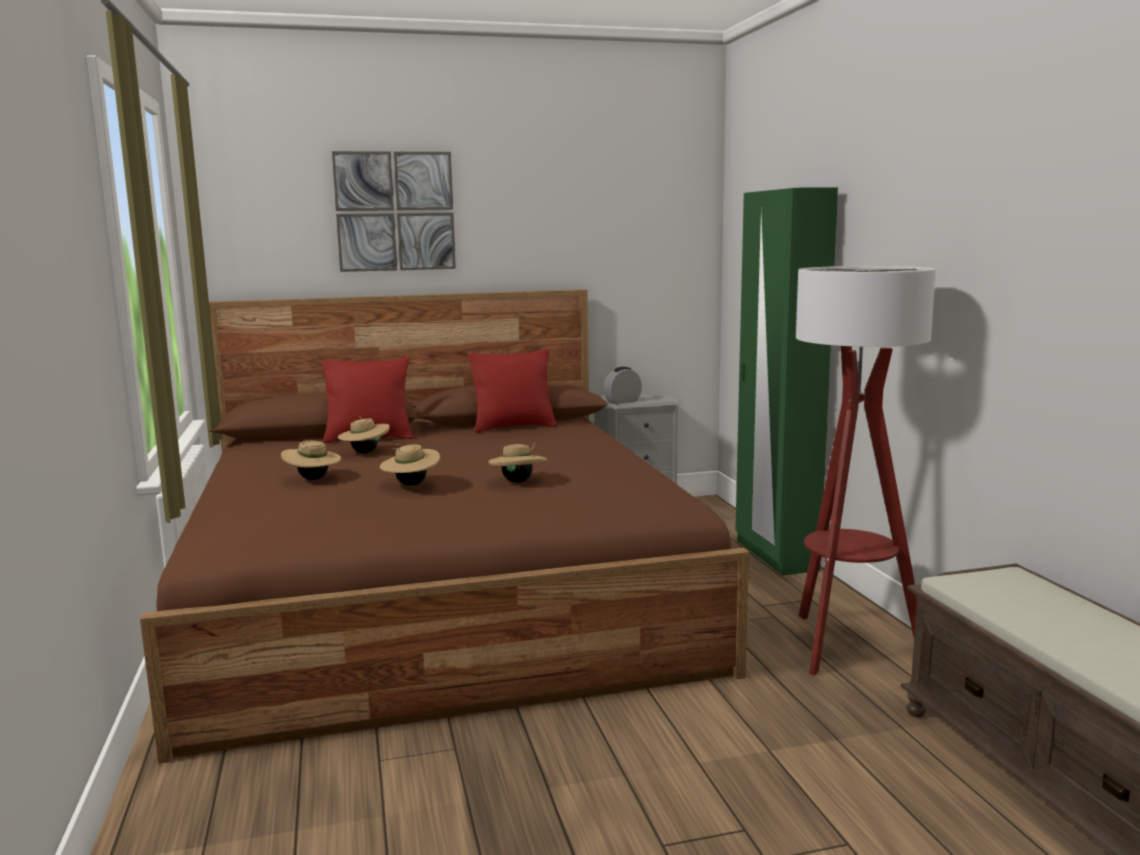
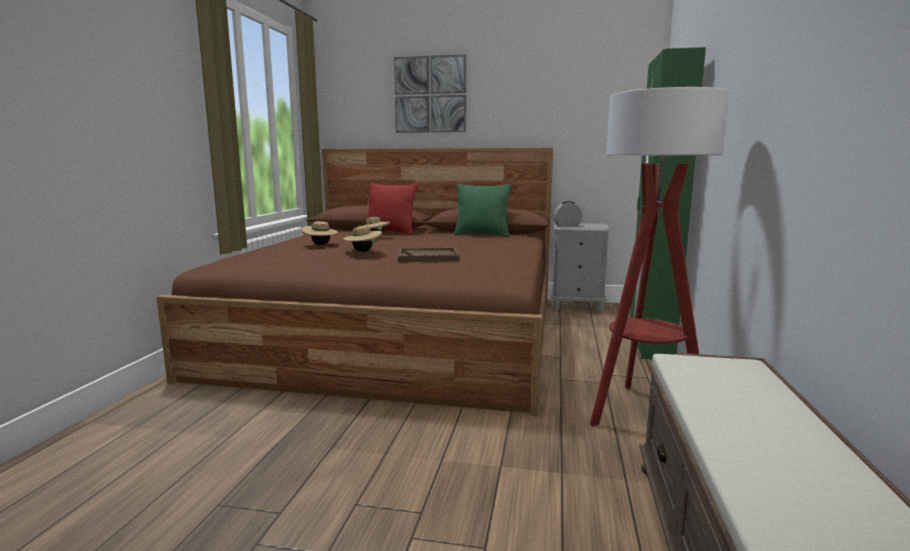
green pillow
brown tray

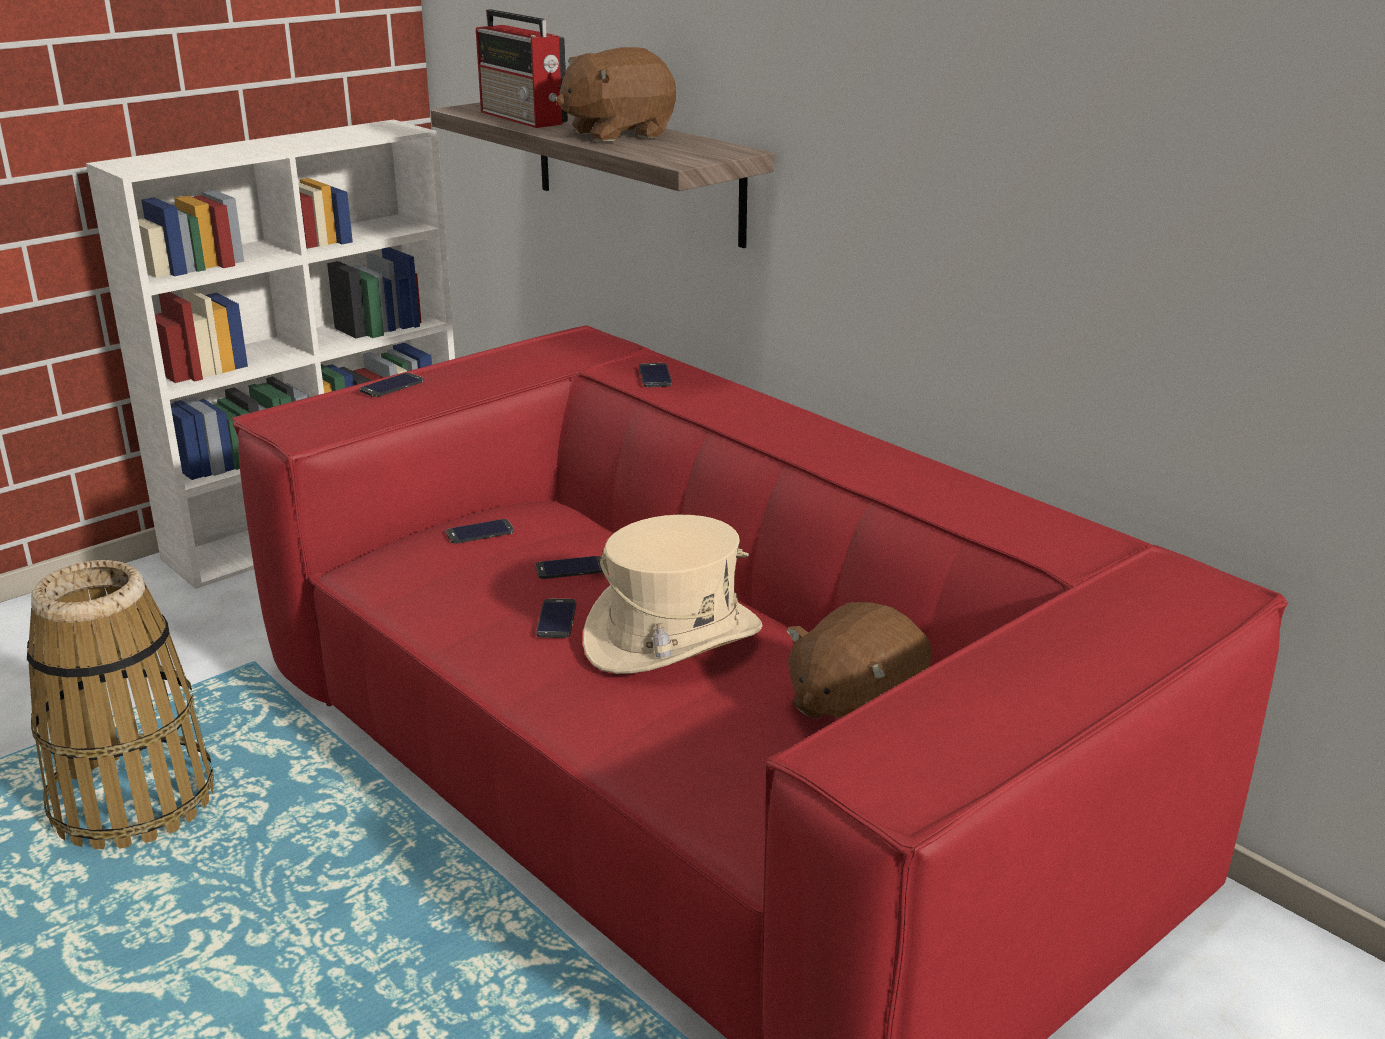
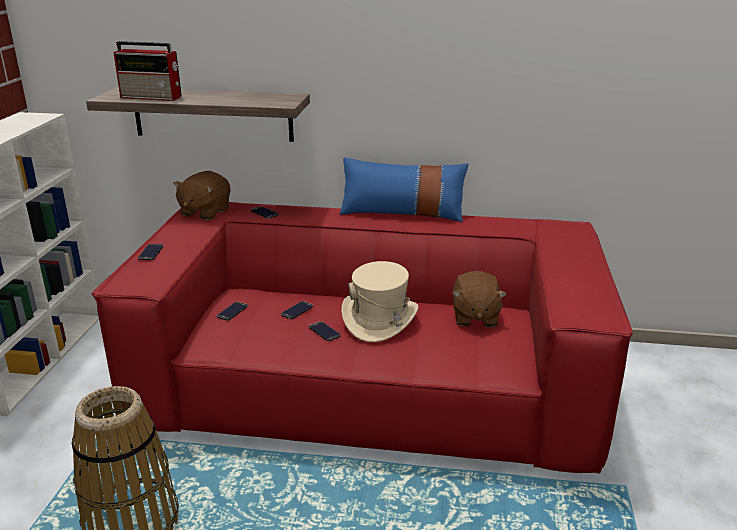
brown plush toy (no. 1 from left)
blue pillow

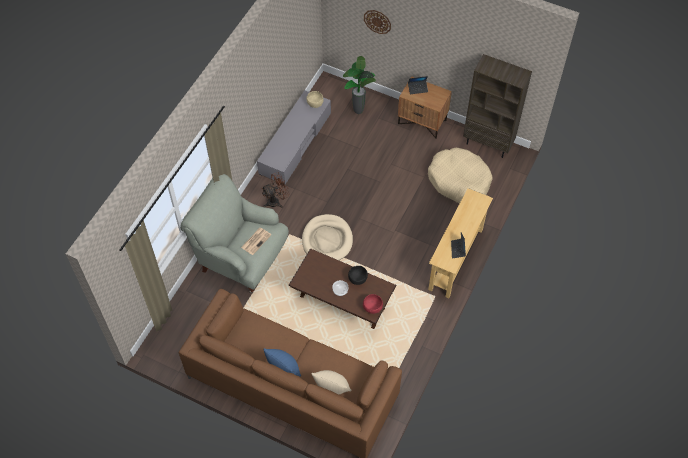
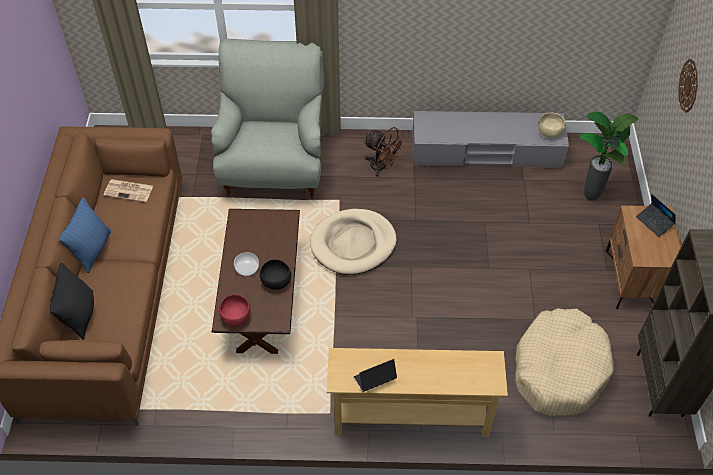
newspaper
black pillow

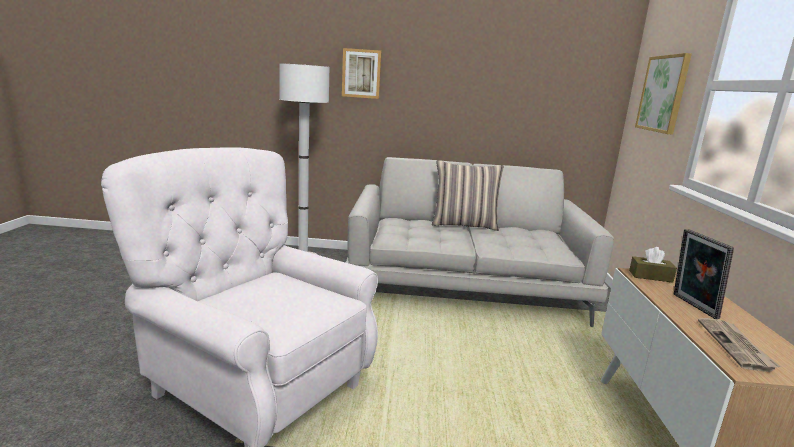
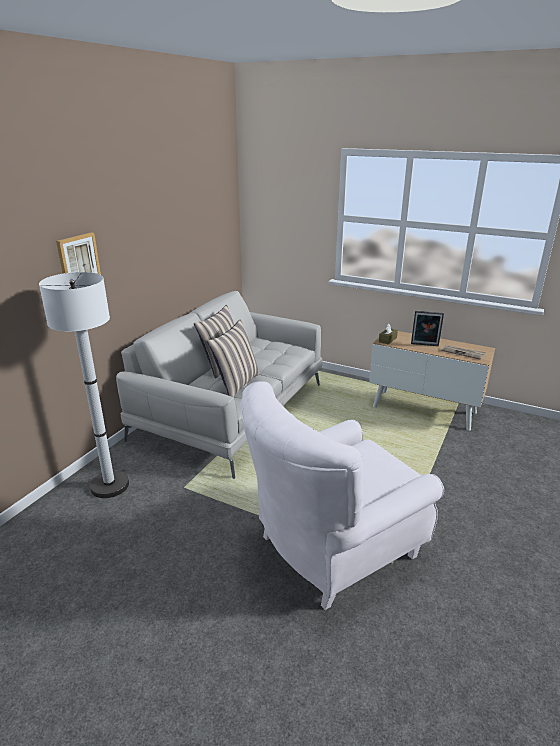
picture (no. 2 from left in the first image)
pillow (no. 2 from left)

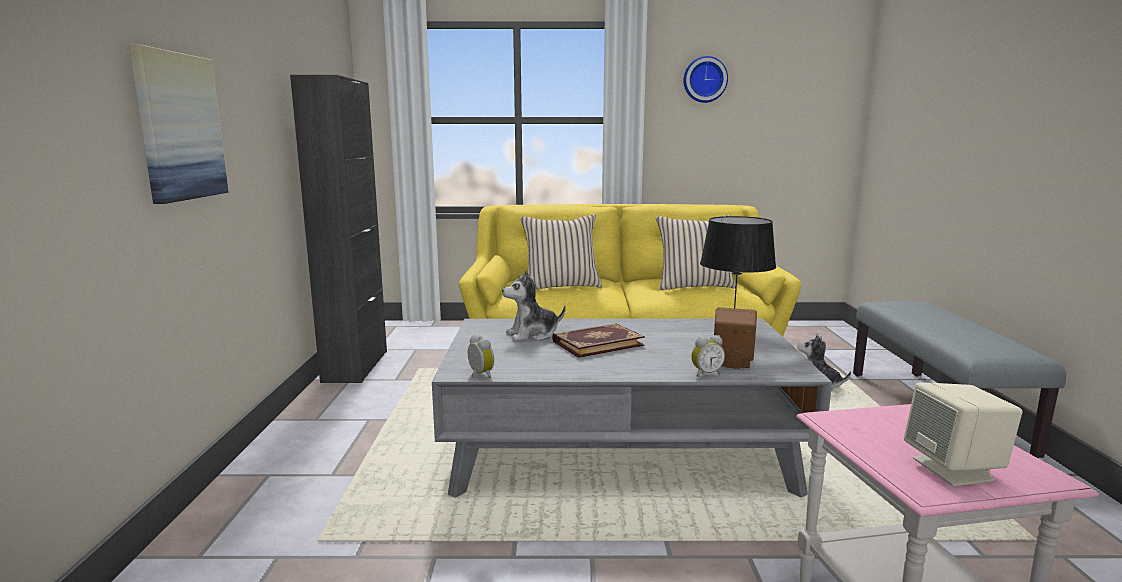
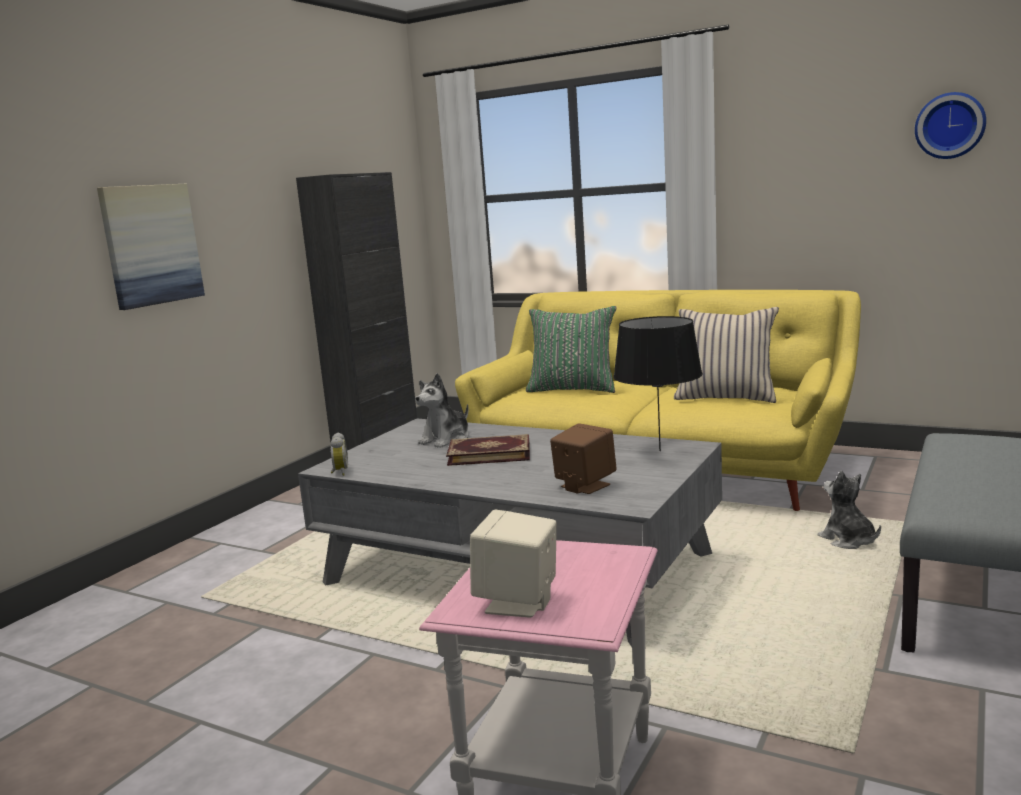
plush toy (no. 1 from left)
green pillow
wall clock
alarm clock (no. 2 from left in the first image)

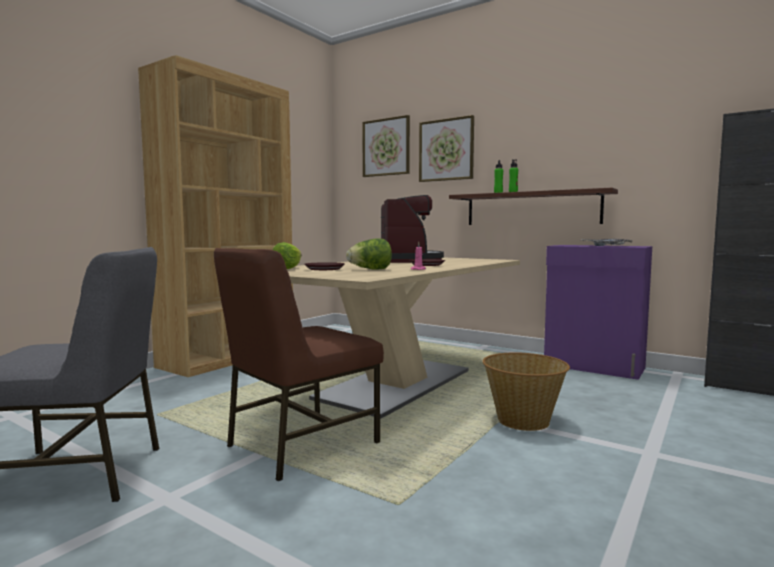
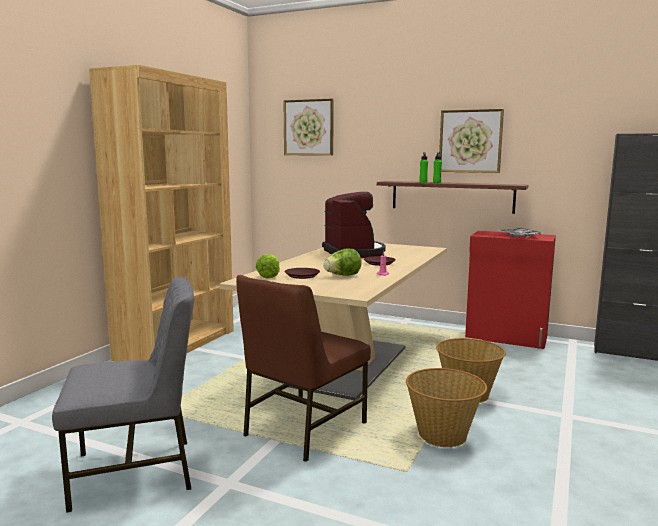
picture (no. 2 from left)
red cabinet
basket (no. 1 from left)

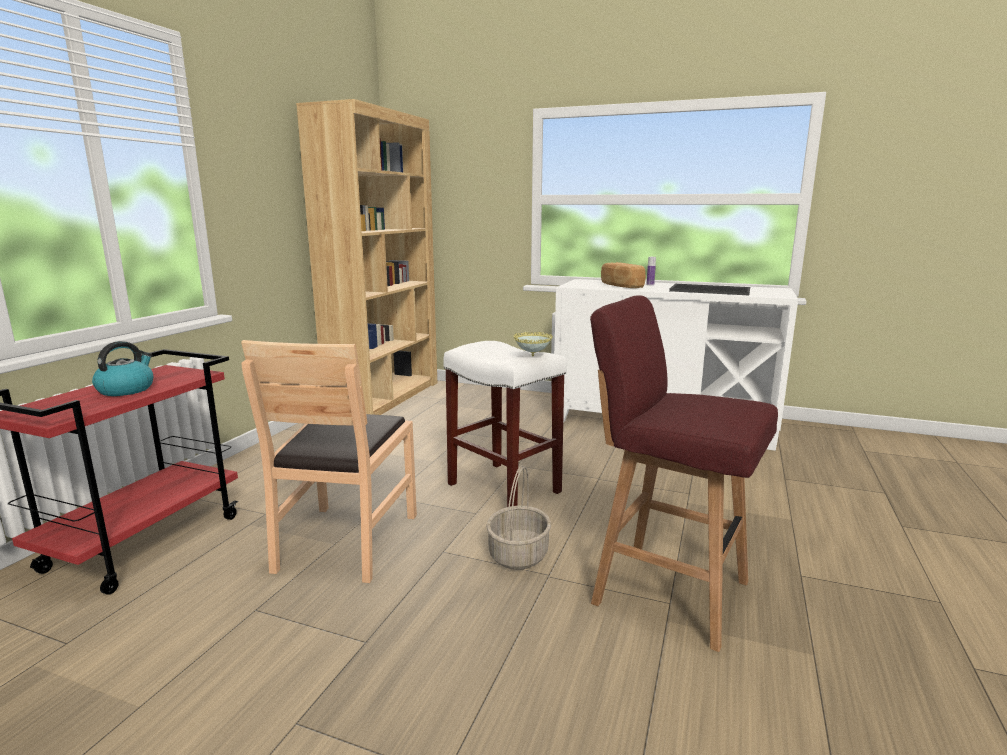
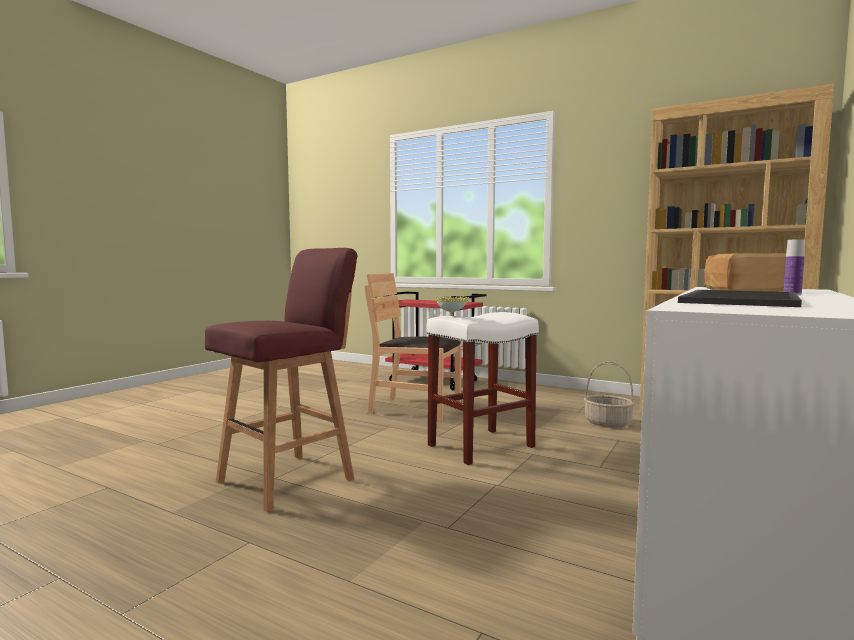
kettle
basket

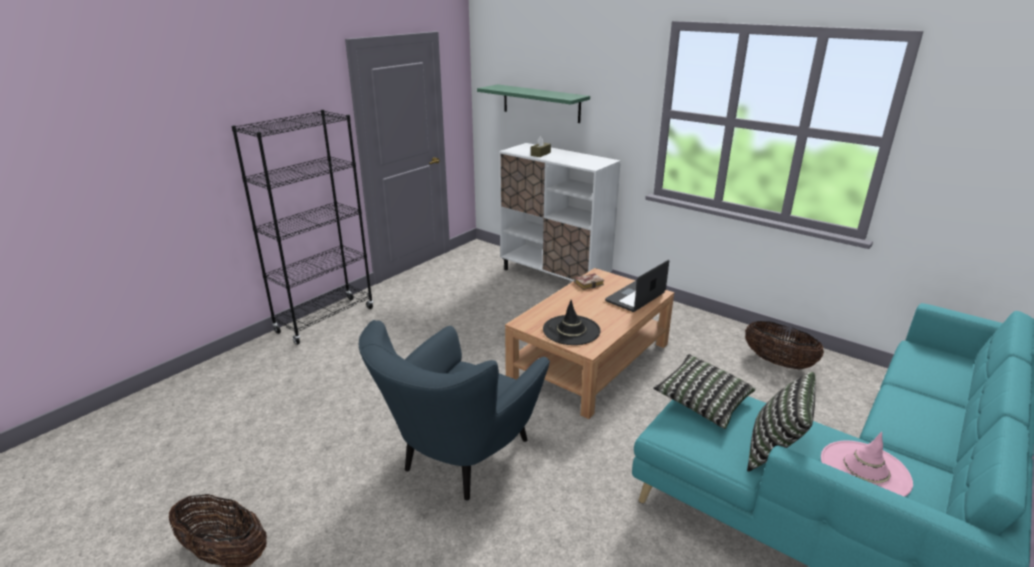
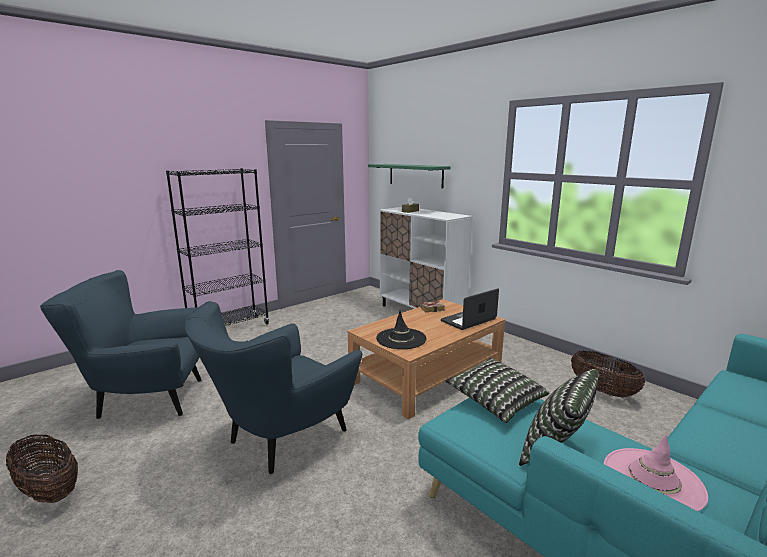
blue armchair (no. 1 from left)

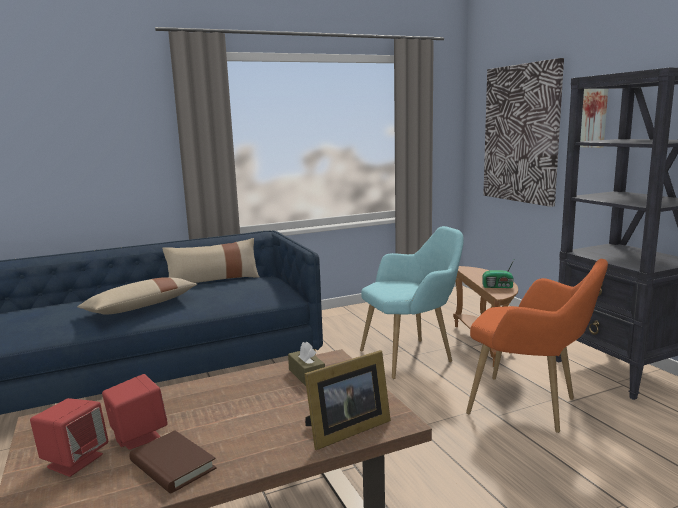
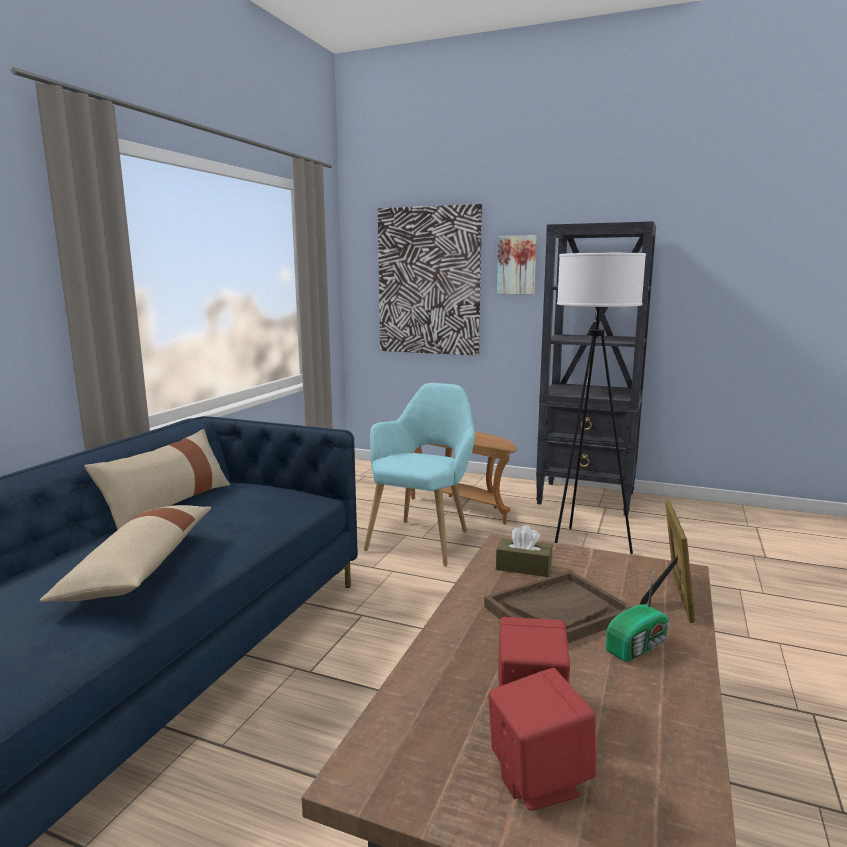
brown book
white floor lamp
radio
brown tray

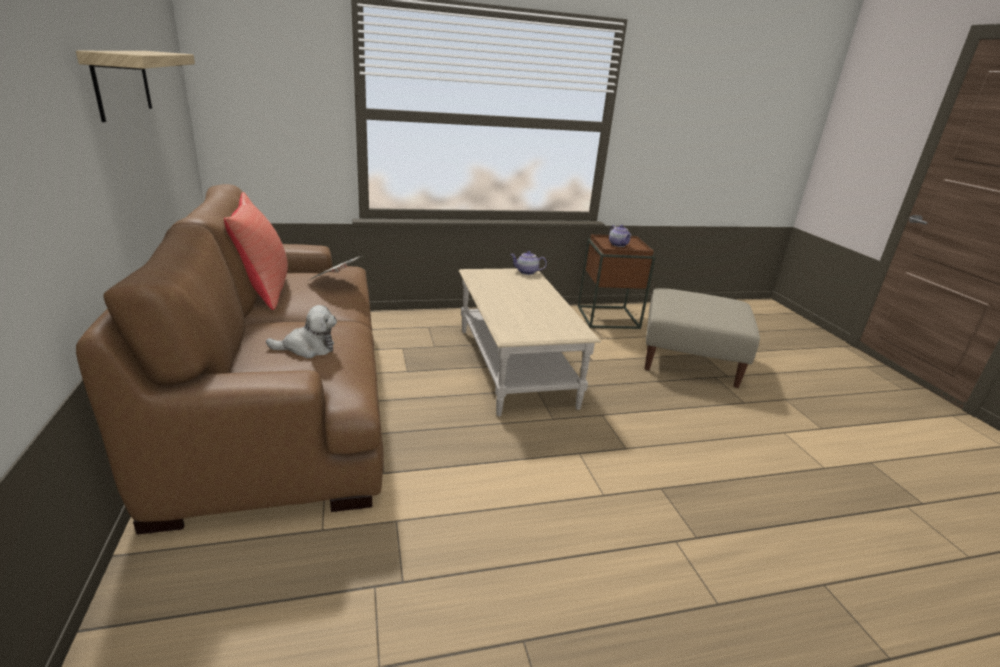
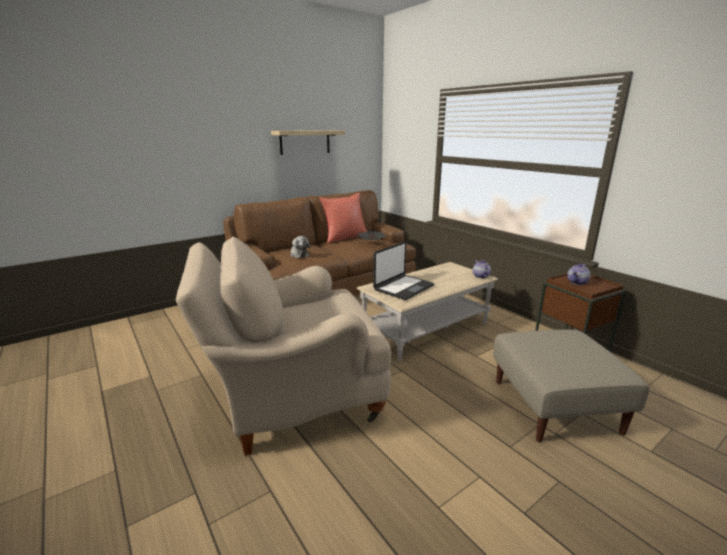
beige armchair
laptop

